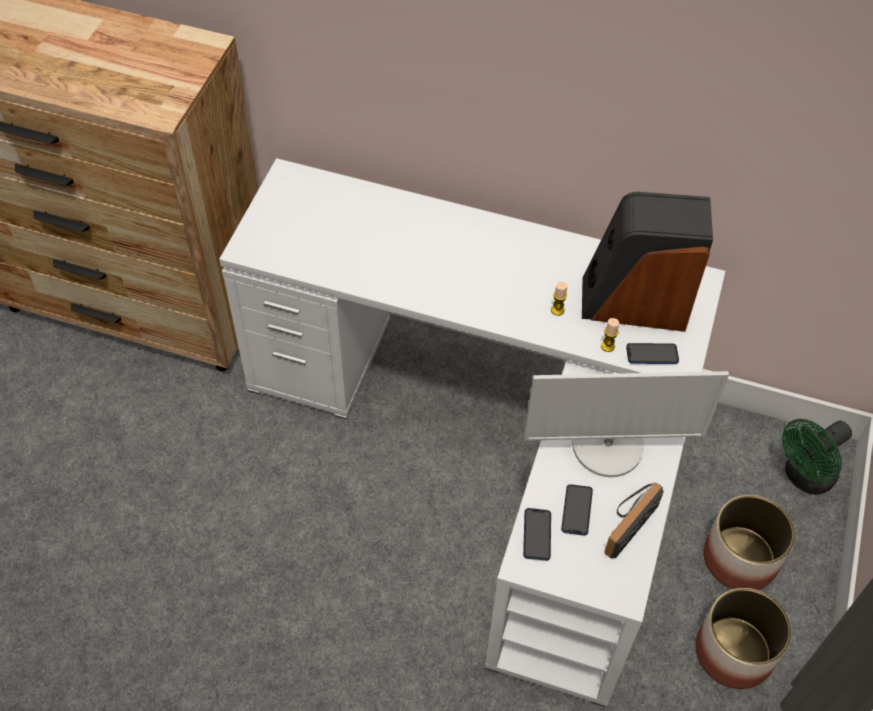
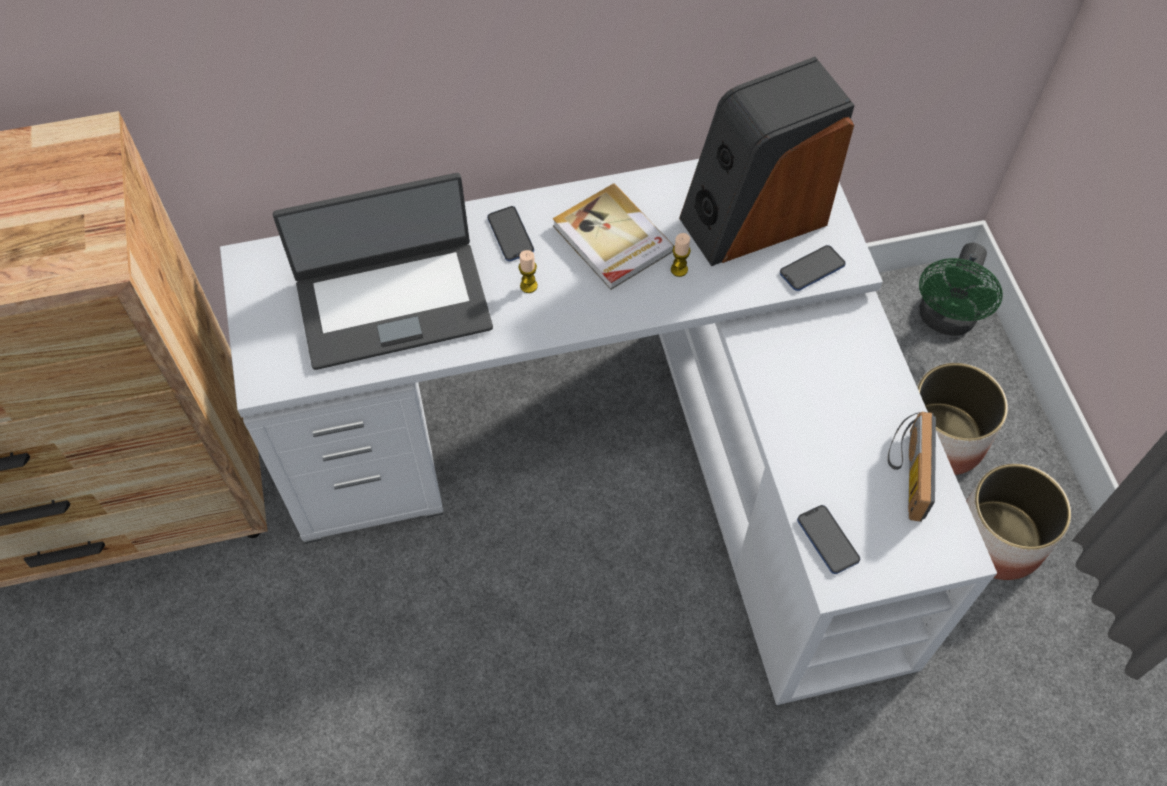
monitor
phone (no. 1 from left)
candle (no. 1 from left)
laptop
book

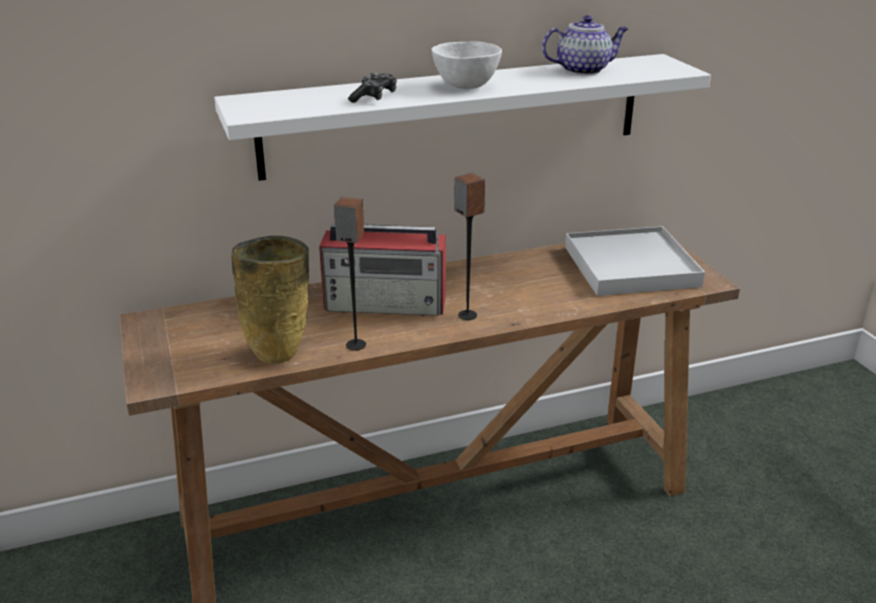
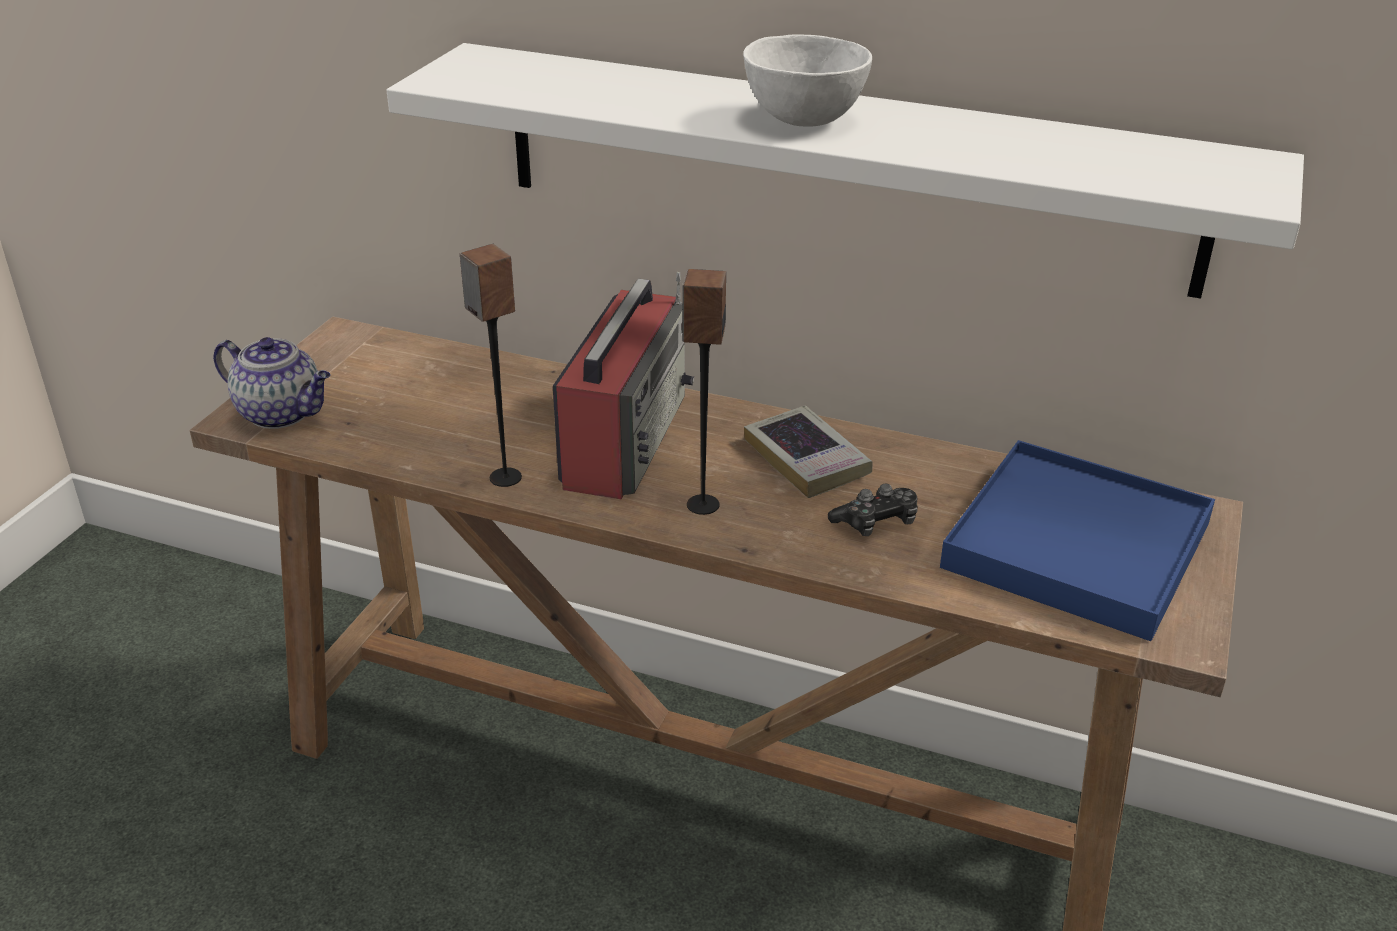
beige vase
radio
game controller
teapot
blue tray
book

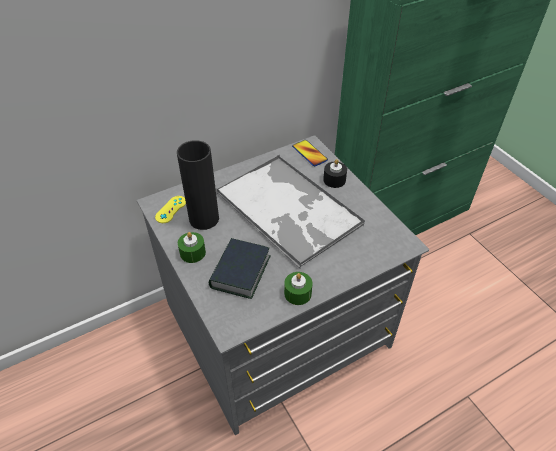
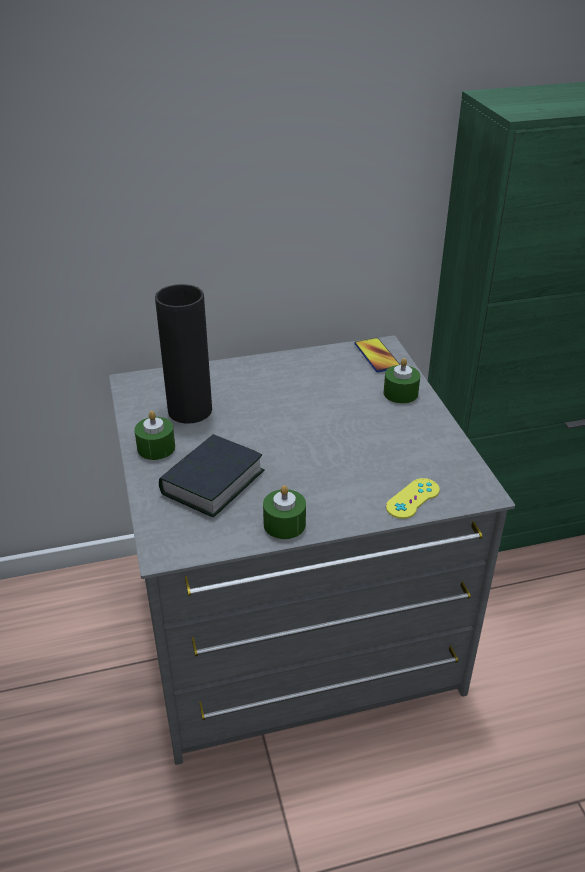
yellow game controller
tray
green candle (no. 3 from left)

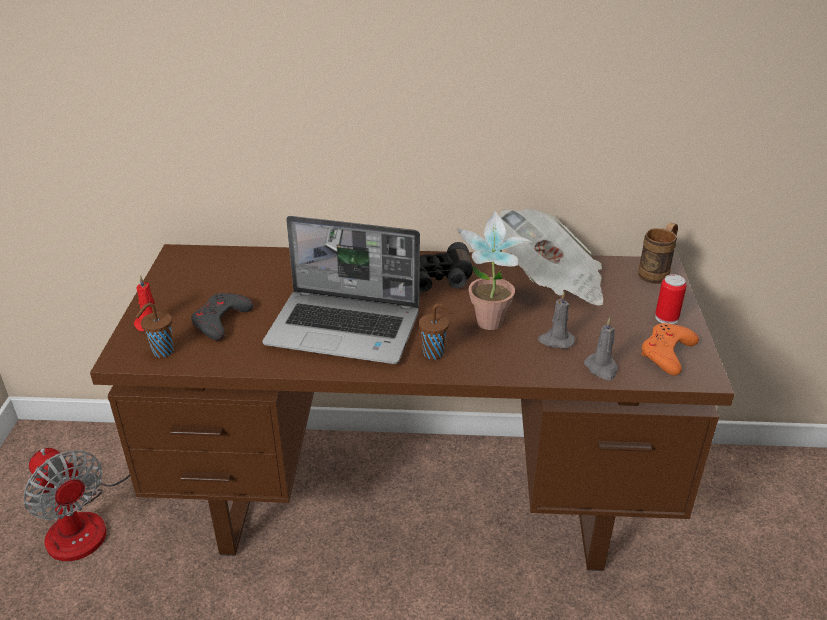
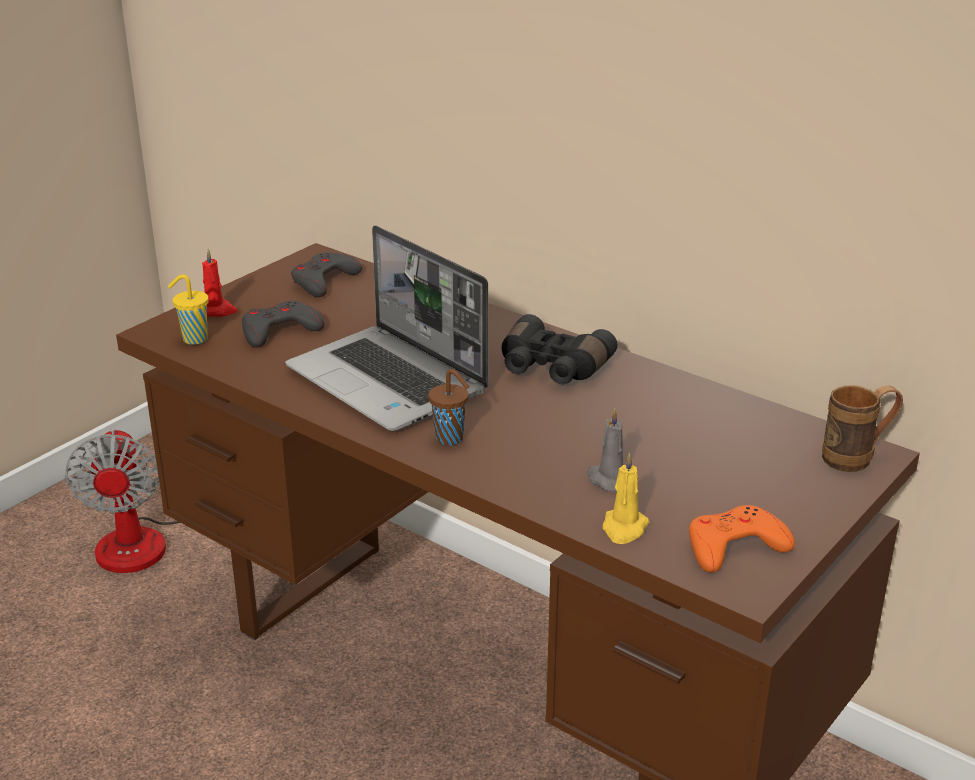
yellow cup
potted plant
newspaper
yellow candle
can
grey game controller (no. 2 from left)

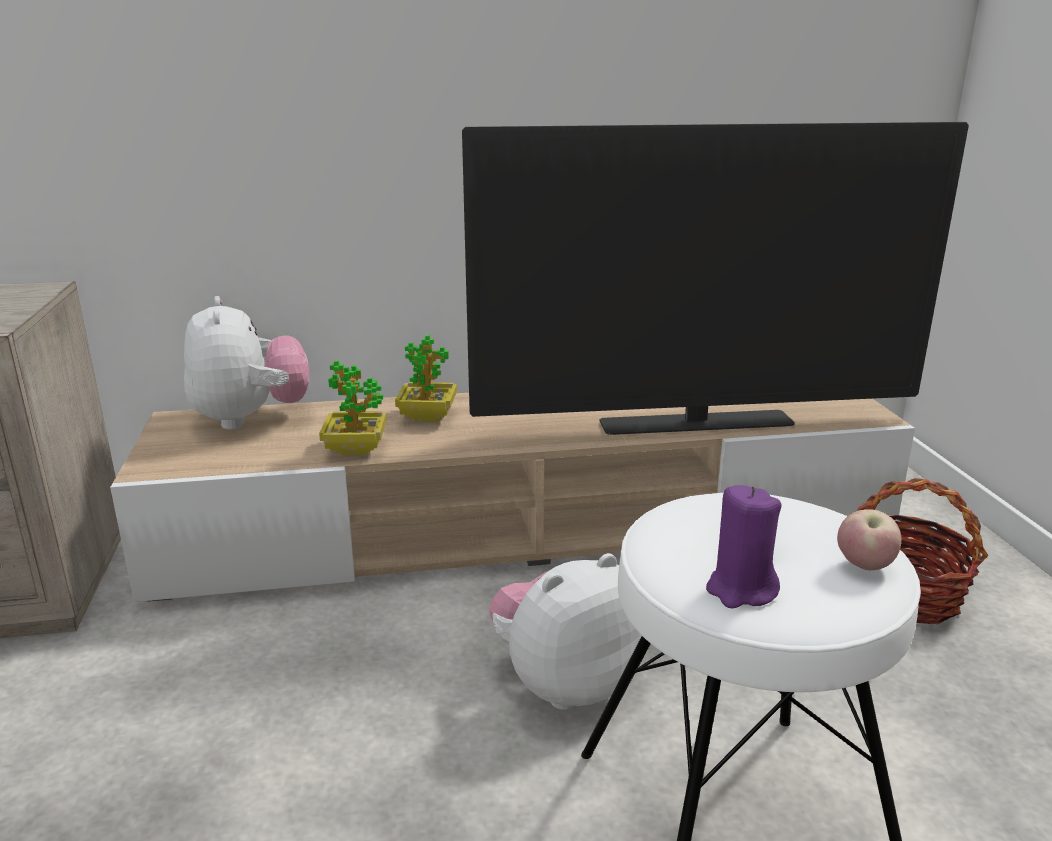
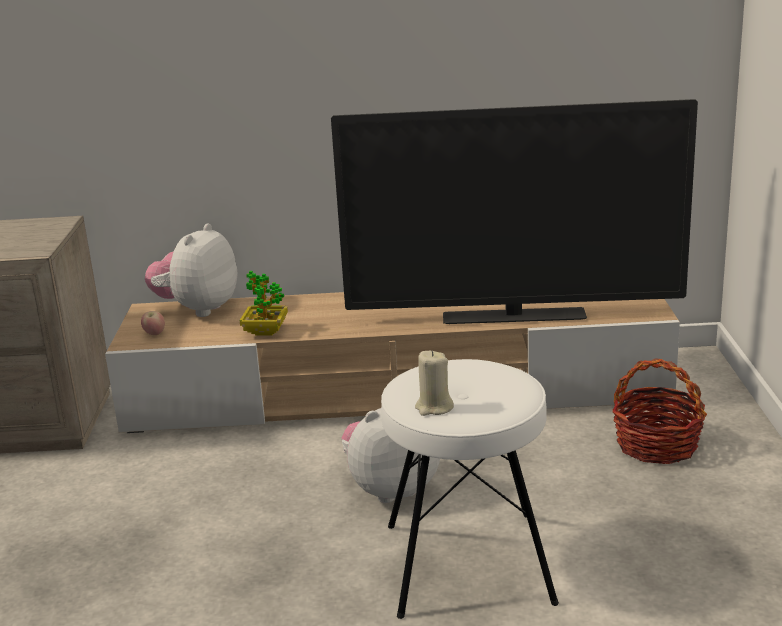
plush toy (no. 1 from left)
potted plant (no. 2 from left in the first image)
beige candle
apple

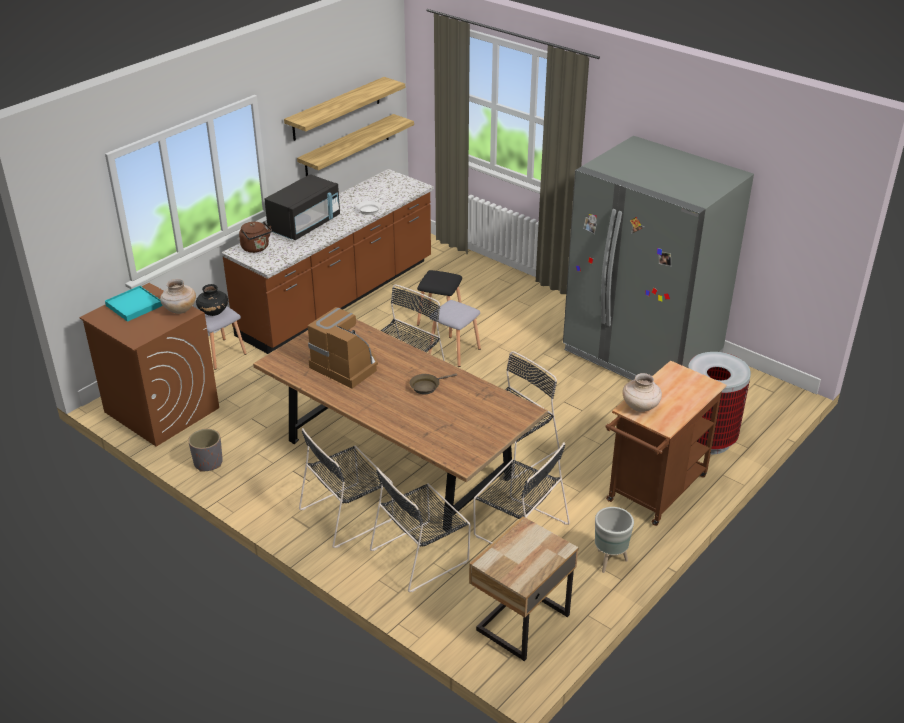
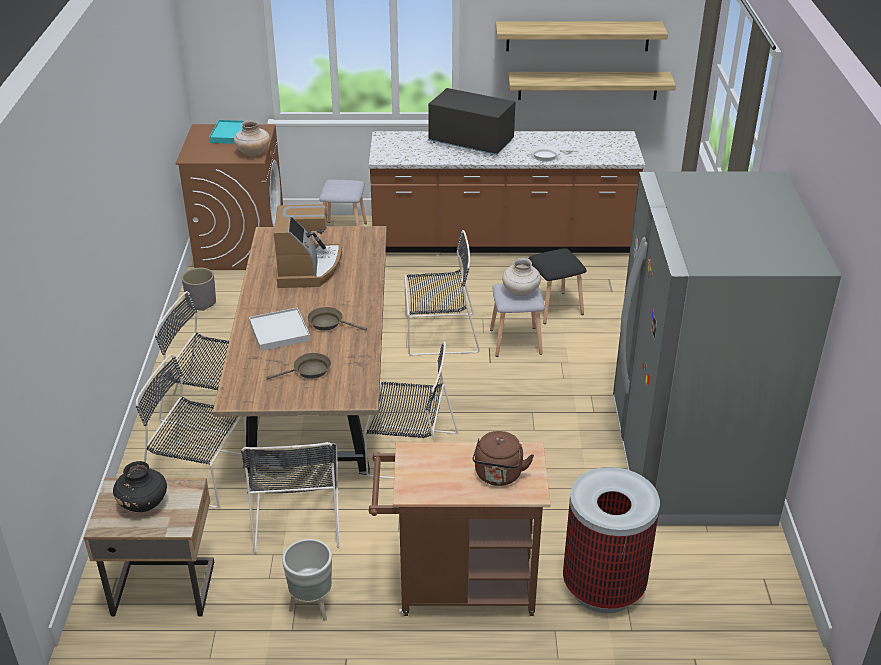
black vase
brown kettle
black microwave
beige vase (no. 2 from left)
white tray
brown frying pan (no. 1 from left)

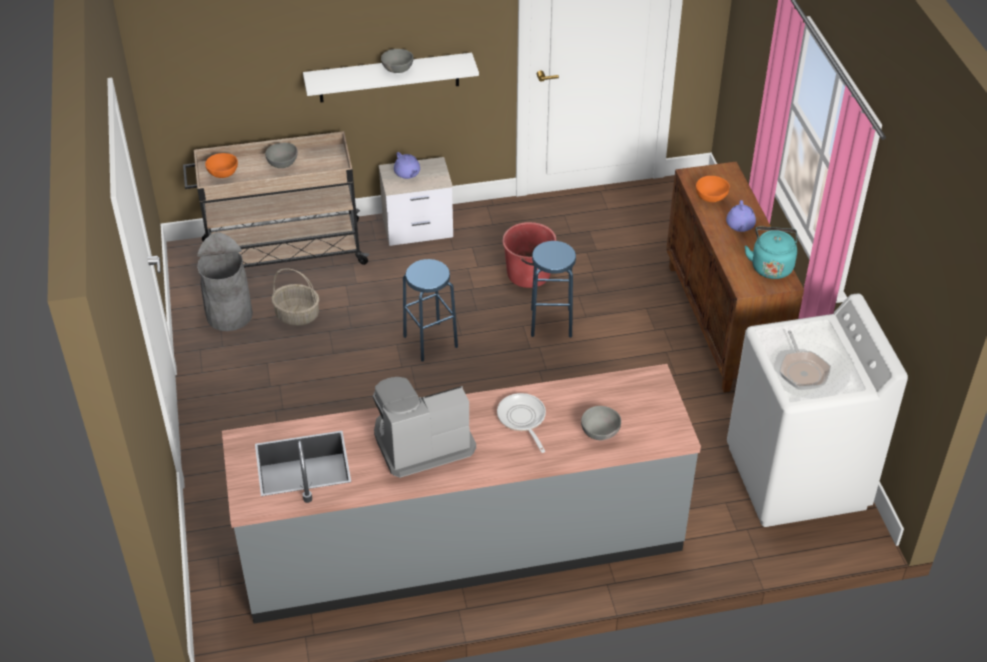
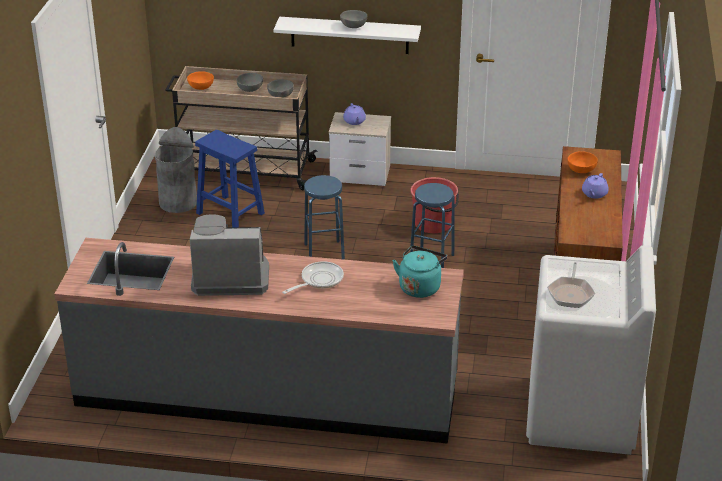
blue stool (no. 1 from left)
frying pan (no. 1 from left)
grey bowl (no. 2 from left)
turquoise kettle

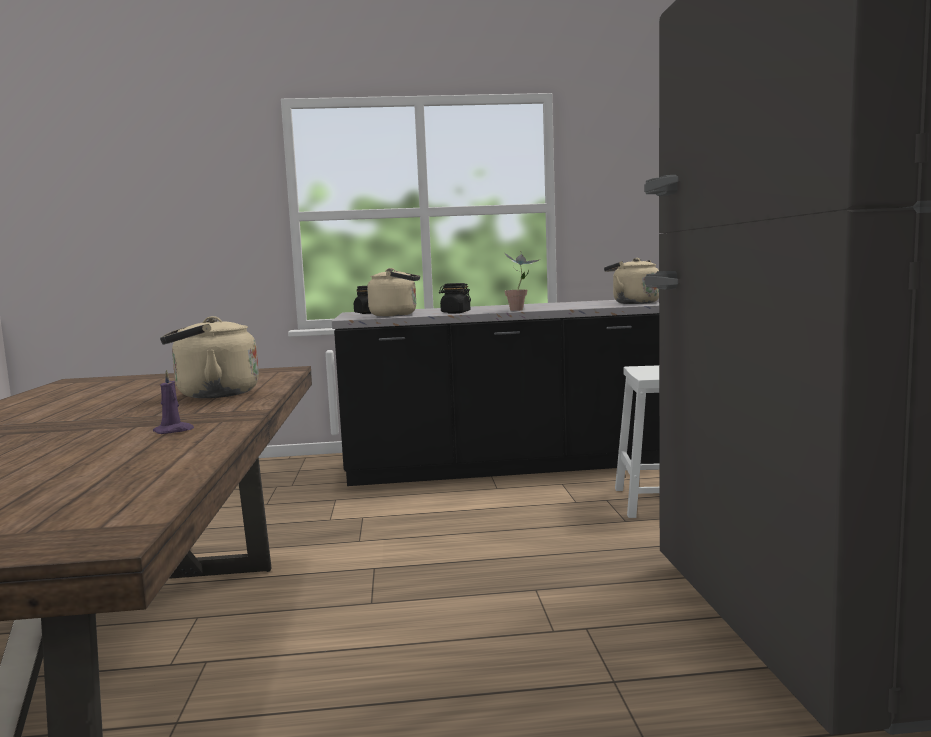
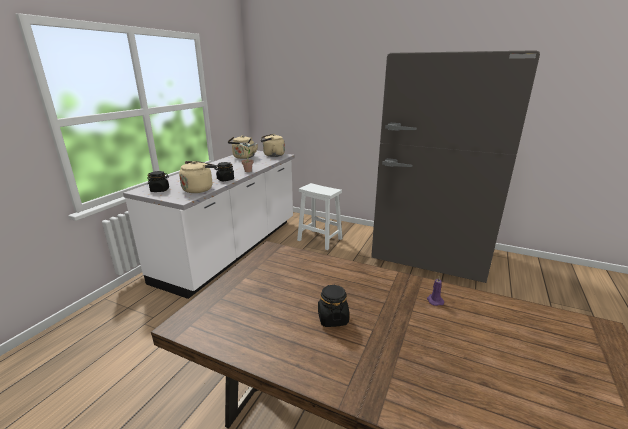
beige kettle (no. 2 from left)
white counter
black jar (no. 3 from left)

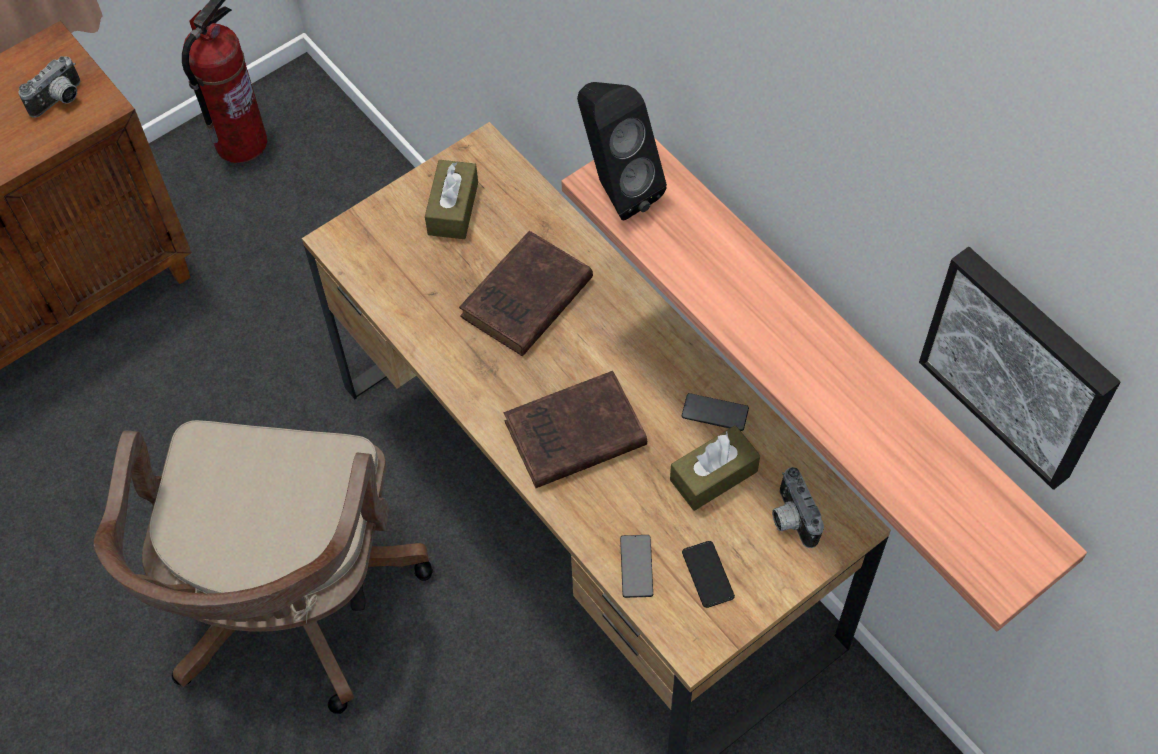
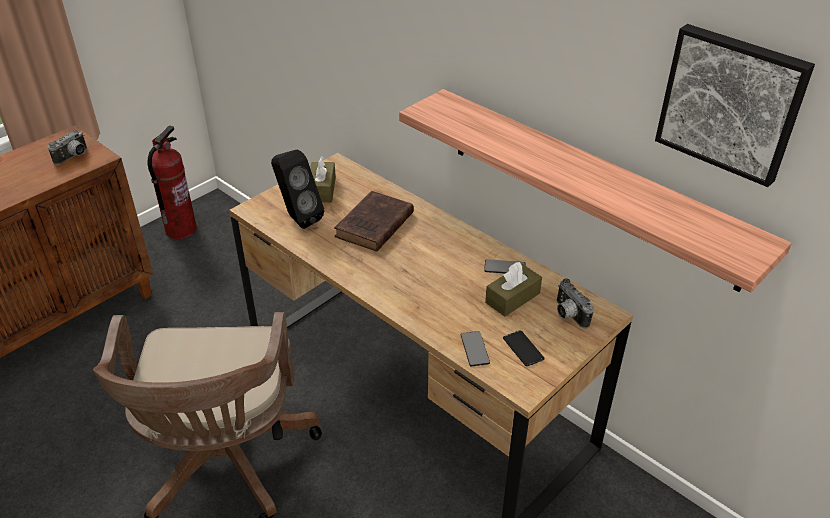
brown book (no. 2 from left in the first image)
black speaker

